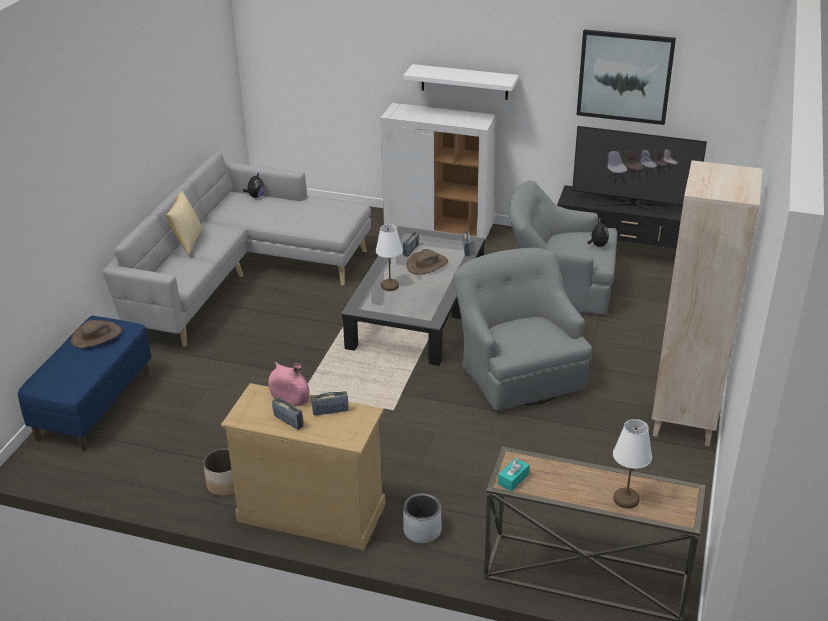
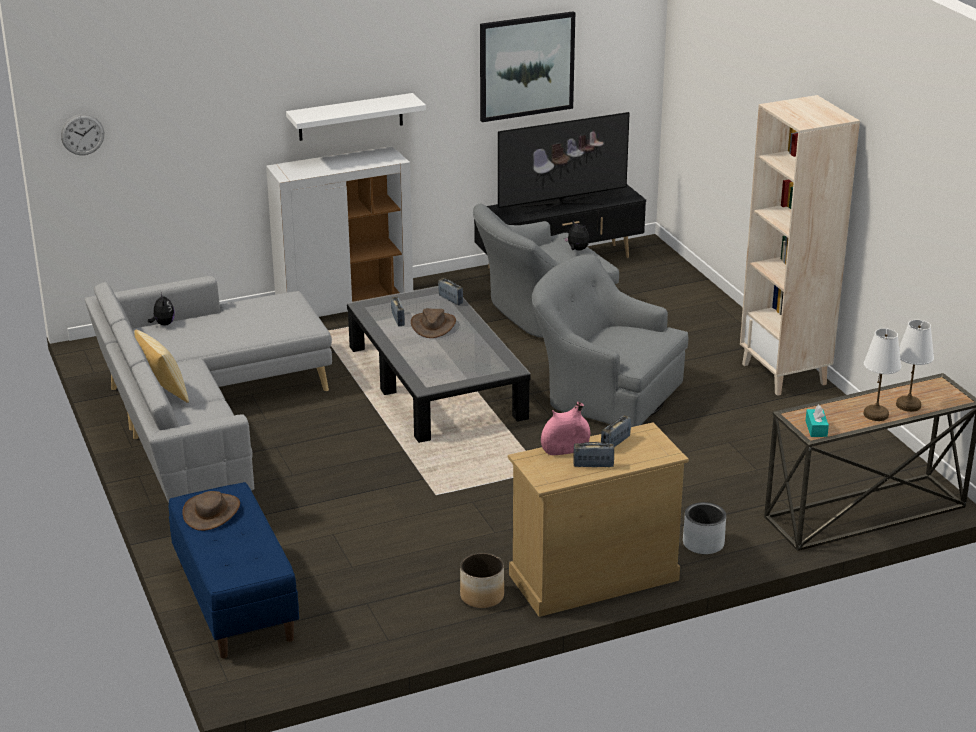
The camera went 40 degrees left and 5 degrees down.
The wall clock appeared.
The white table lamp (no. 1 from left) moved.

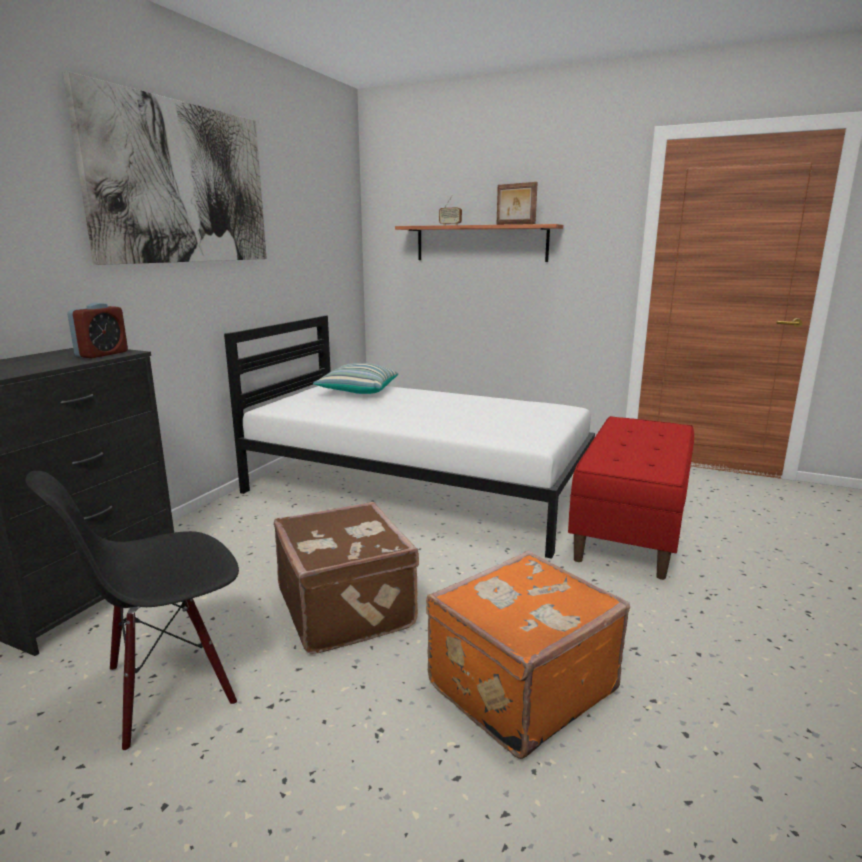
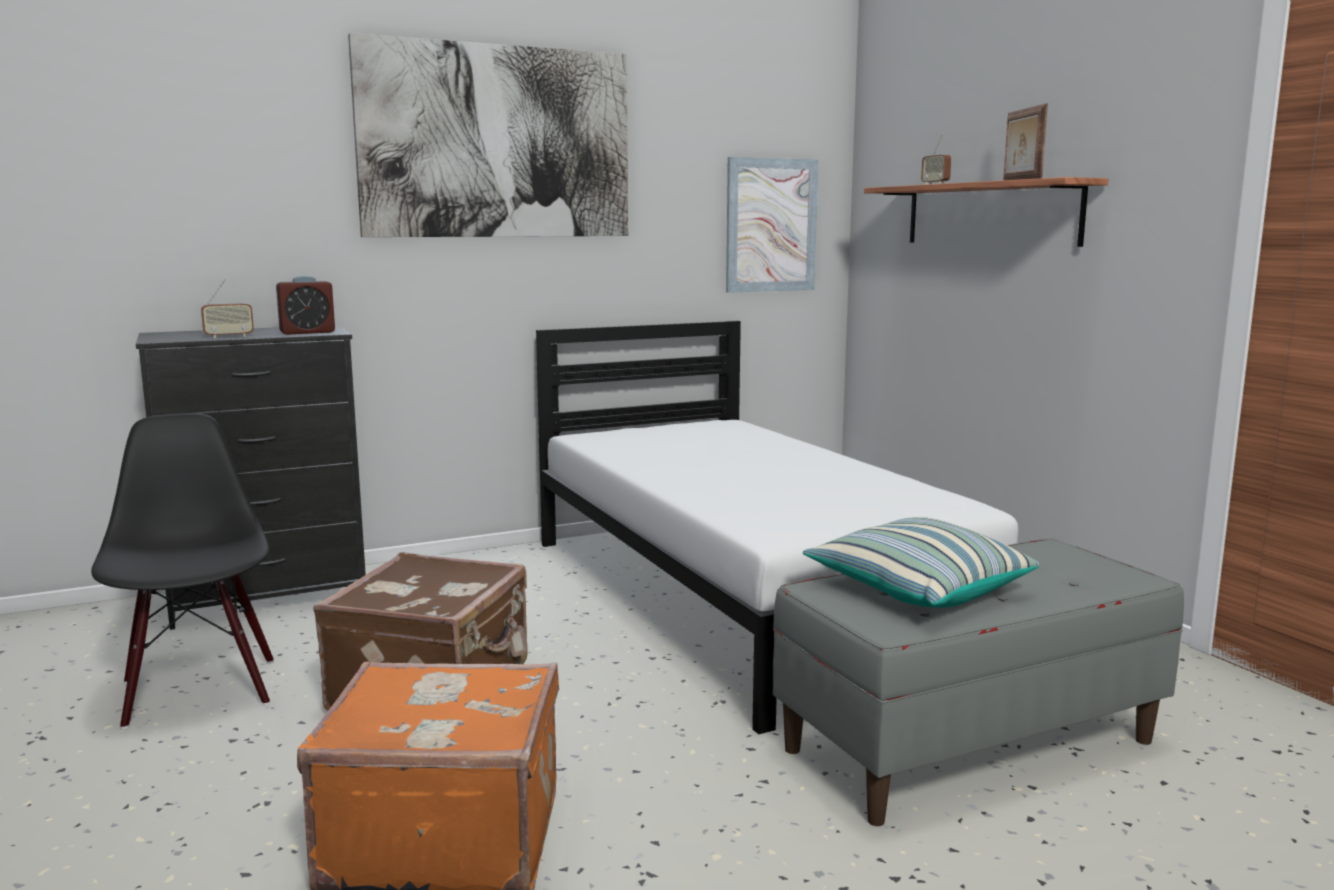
The camera went 40 degrees right and 5 degrees down.
The radio (no. 1 from left) appeared.
The picture (no. 2 from left) appeared.
The pillow moved.
The red bench became the grey bench.
The black chair turned 60 degrees clockwise.

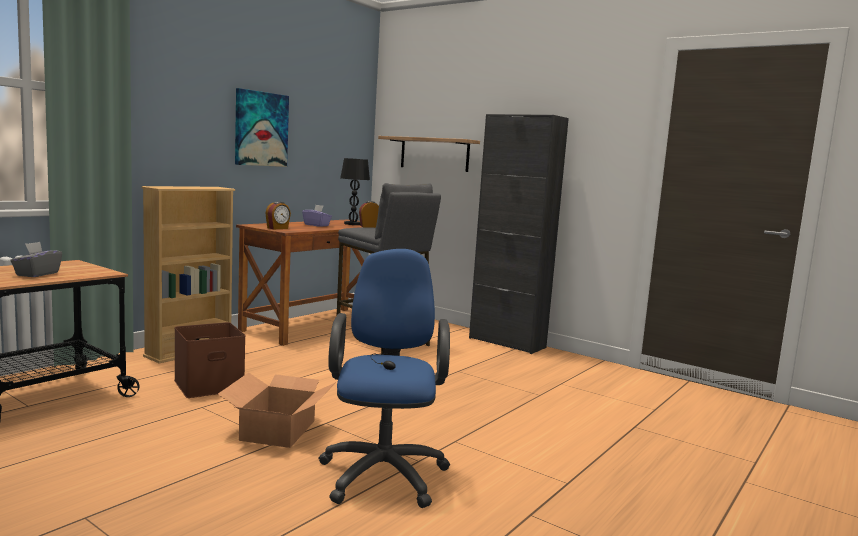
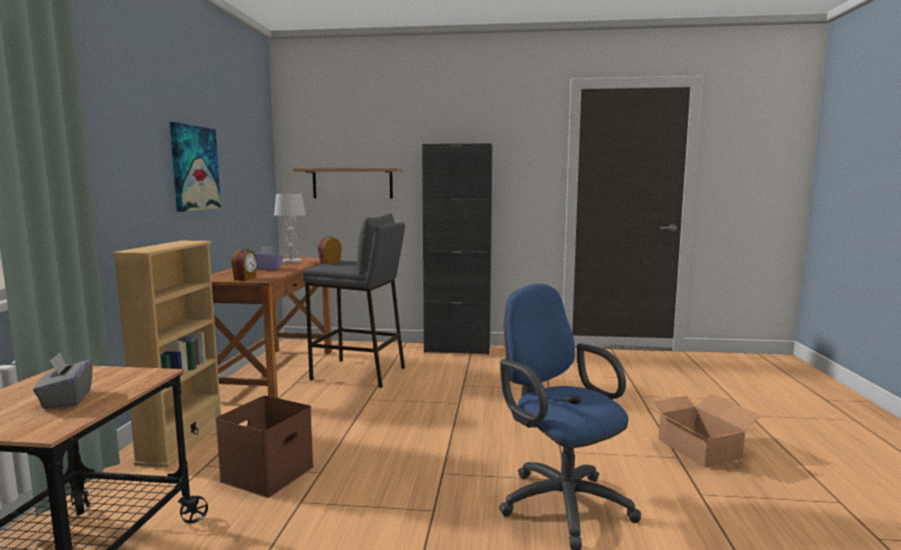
The camera went 30 degrees left and 0 degrees up.
The cardboard box moved.
The black table lamp became the white table lamp.

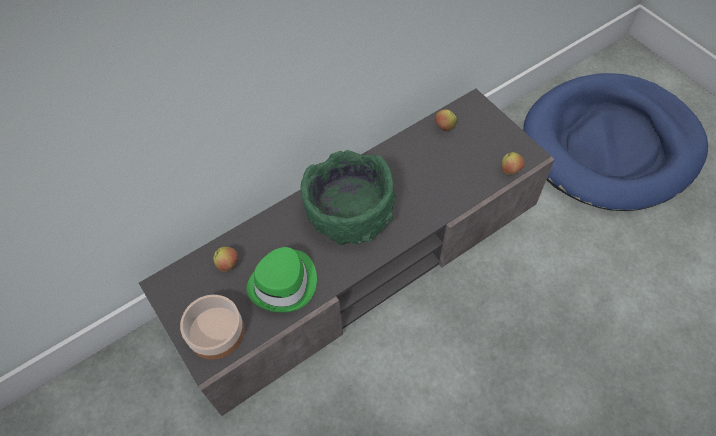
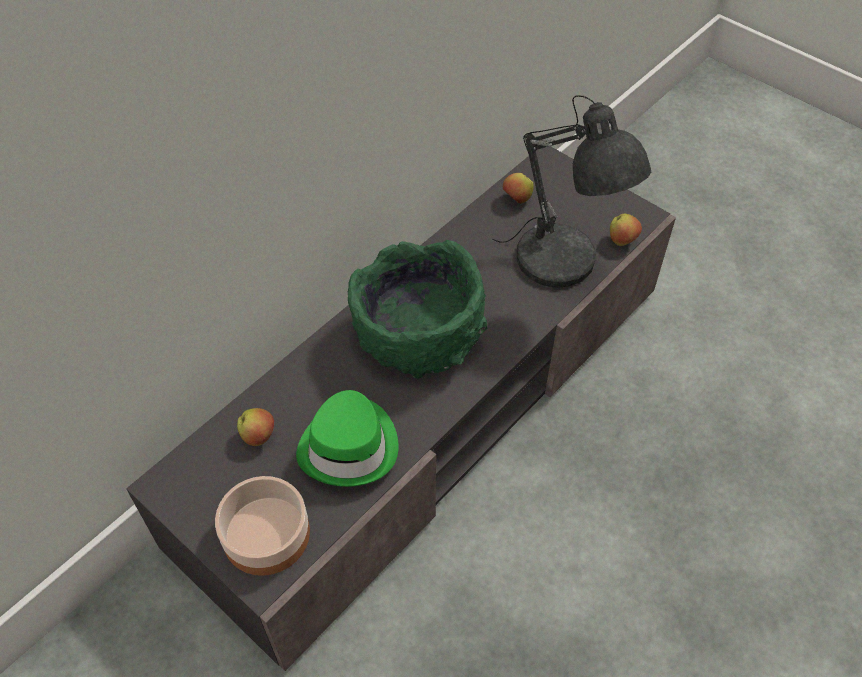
The camera went 15 degrees left and 5 degrees down.
The blue dog bed disappeared.
The grey table lamp appeared.

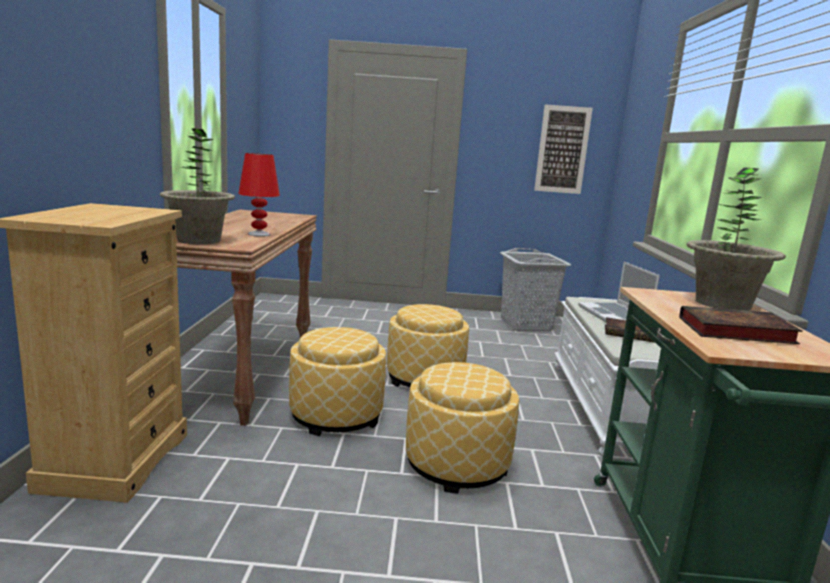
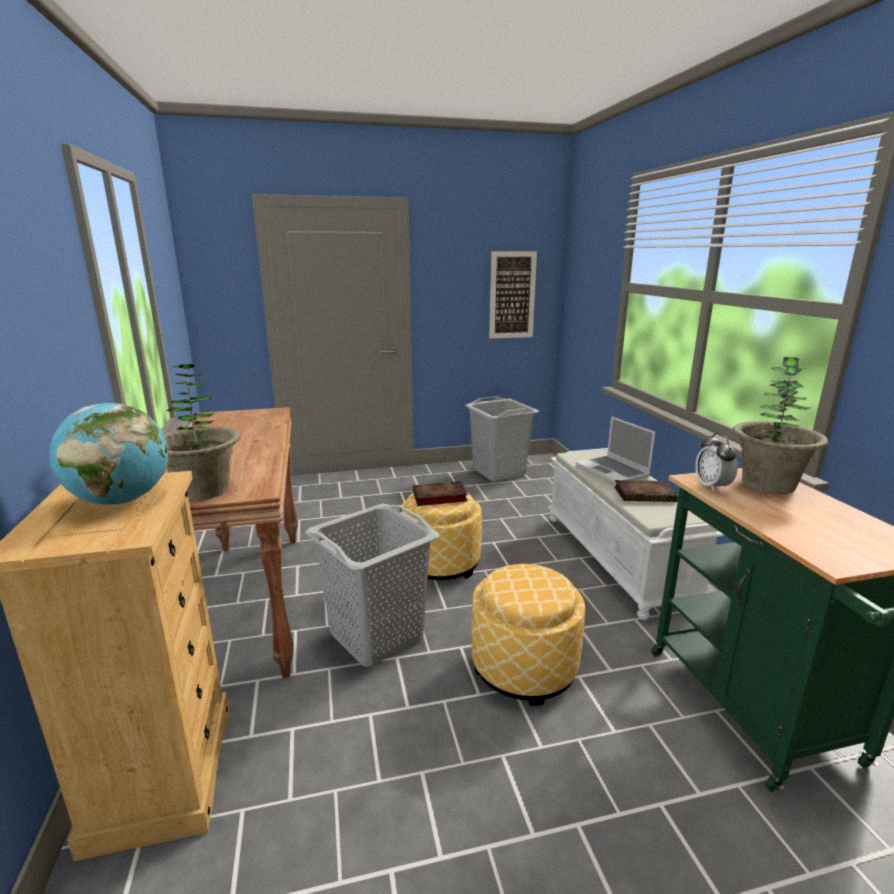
The camera went 15 degrees left and 5 degrees up.
The red table lamp disappeared.
The globe appeared.
The alarm clock appeared.
The book (no. 2 from left in the first image) moved.
The ottoman (no. 1 from left) was replaced by the grey laundry basket (no. 1 from left).

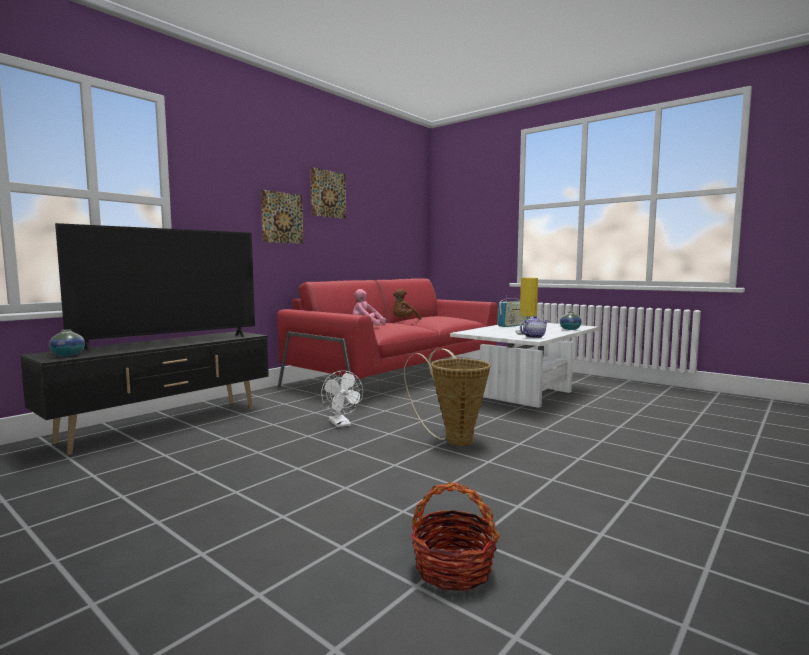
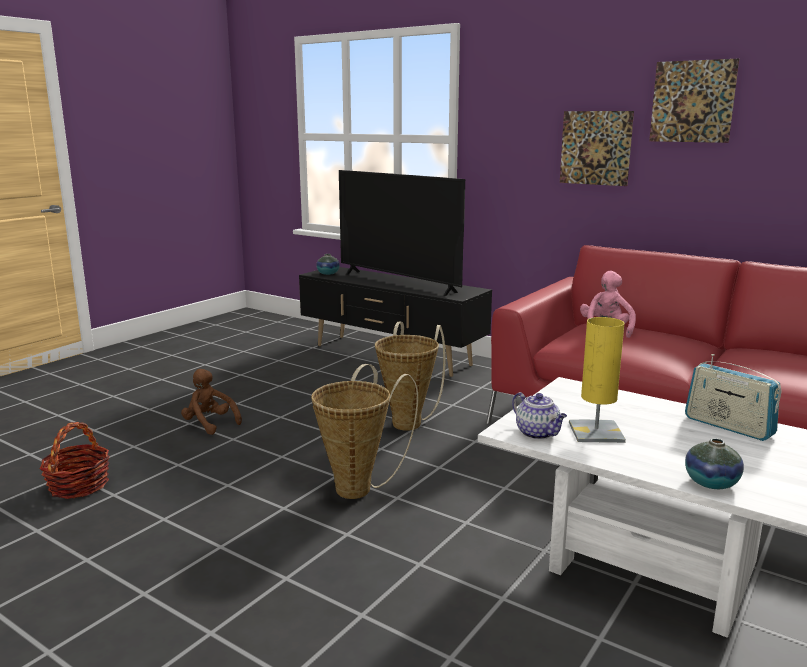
The camera went 85 degrees right and 10 degrees up.
The brown plush toy moved.
The white fan was replaced by the basket (no. 3 from left).

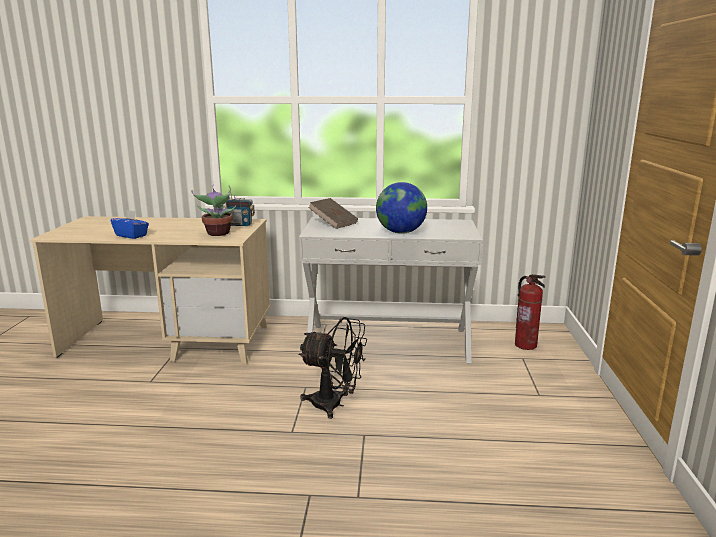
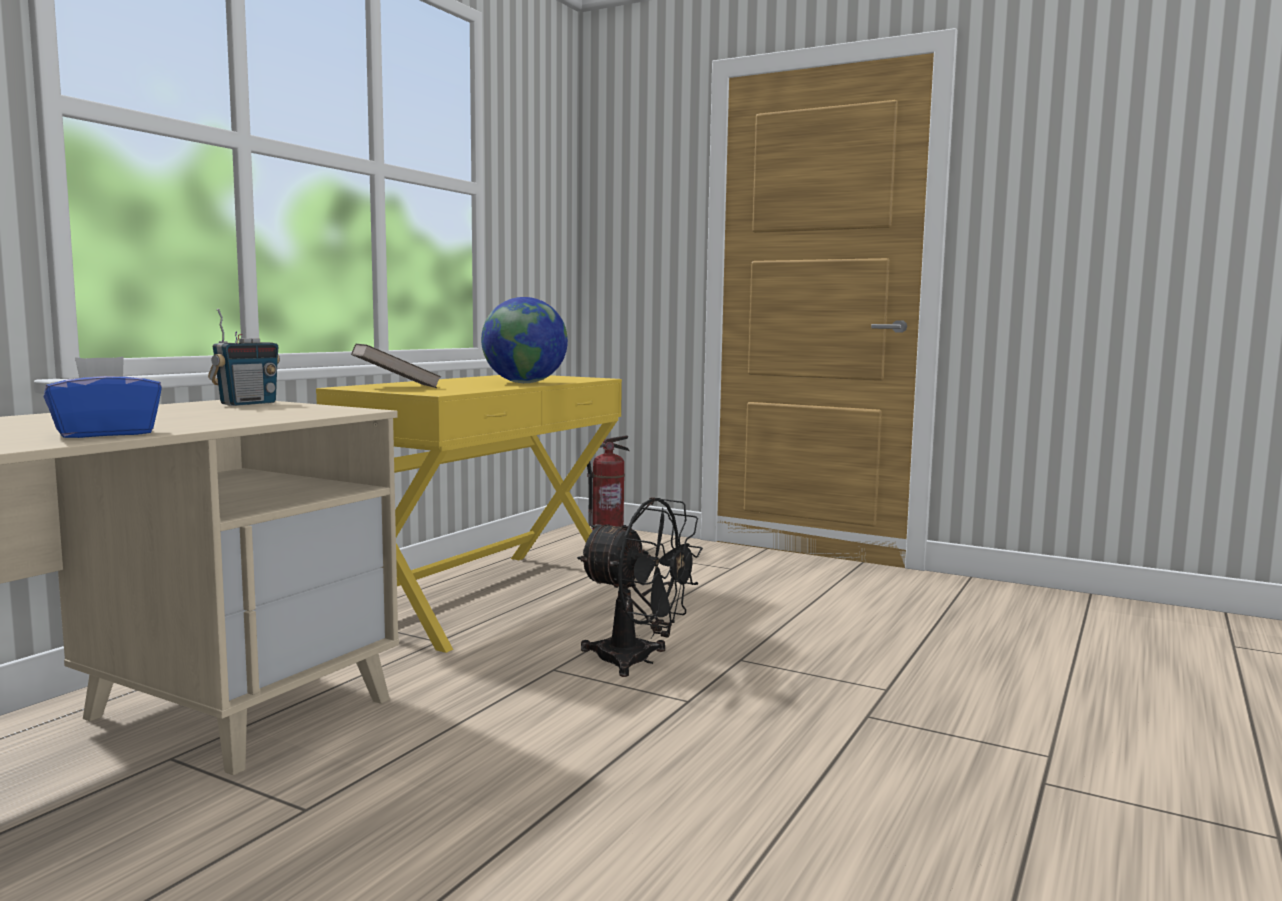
The camera went 65 degrees left and 10 degrees down.
The potted plant disappeared.
The white console table became the yellow console table.
The black fan turned 75 degrees clockwise.

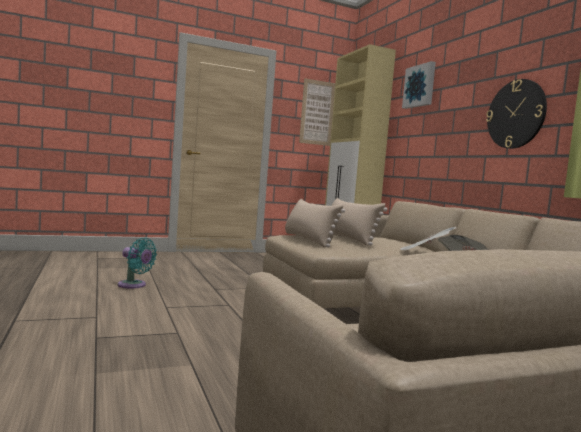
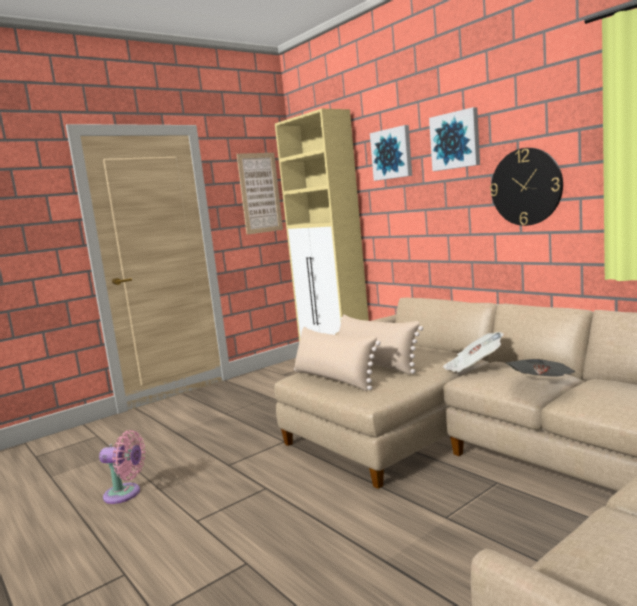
The camera went 15 degrees left and 5 degrees up.
The picture (no. 3 from left) appeared.
The turquoise fan became the pink fan.

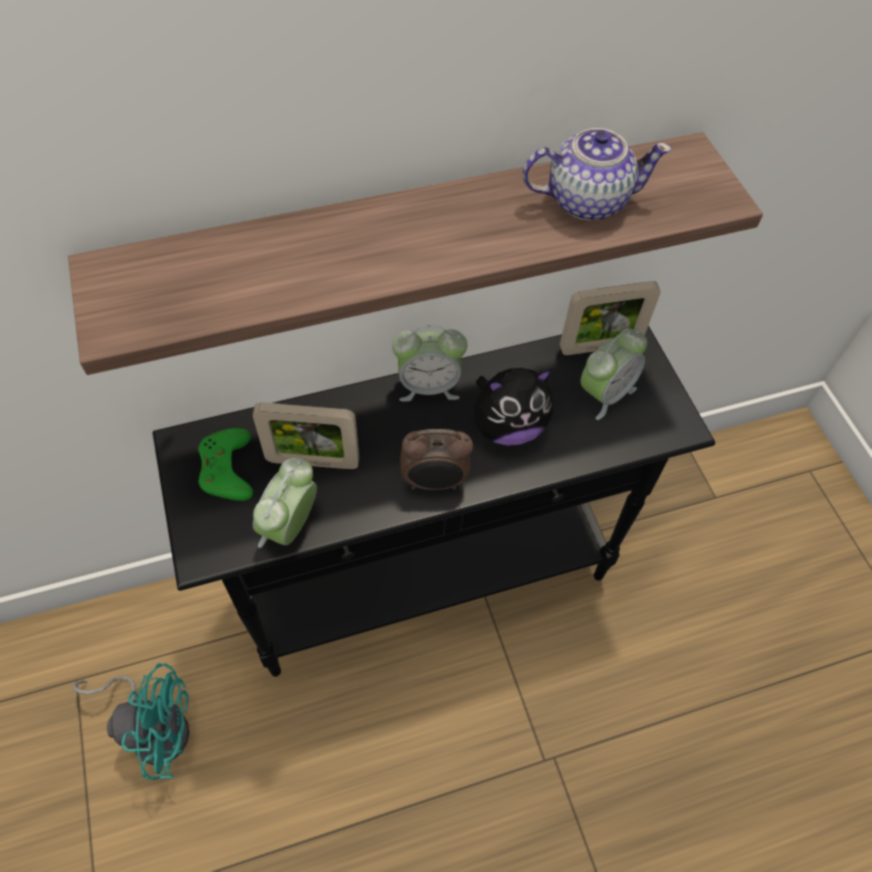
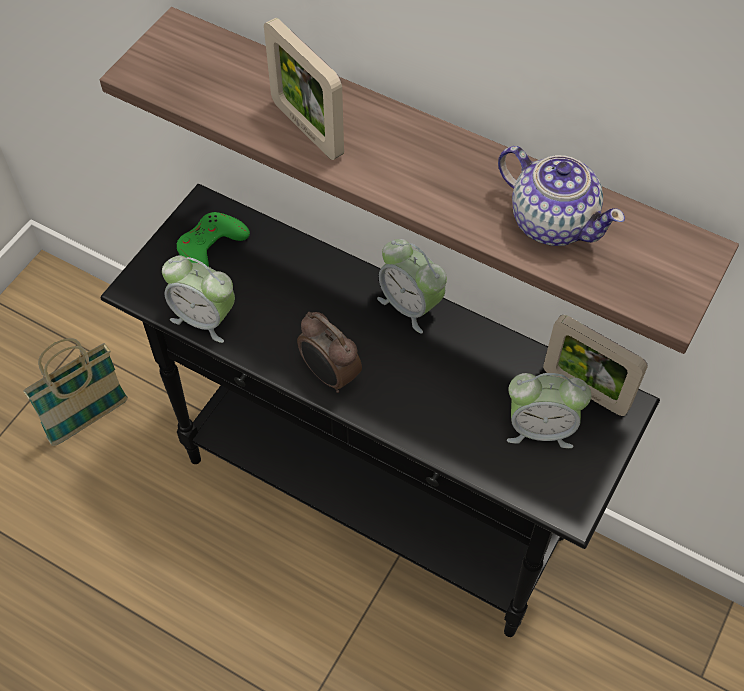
The camera went 50 degrees right and 0 degrees up.
The plush toy disappeared.
The picture frame (no. 1 from left) moved.
The turquoise fan was replaced by the basket.
The alarm clock (no. 1 from left) turned 135 degrees counterclockwise.

